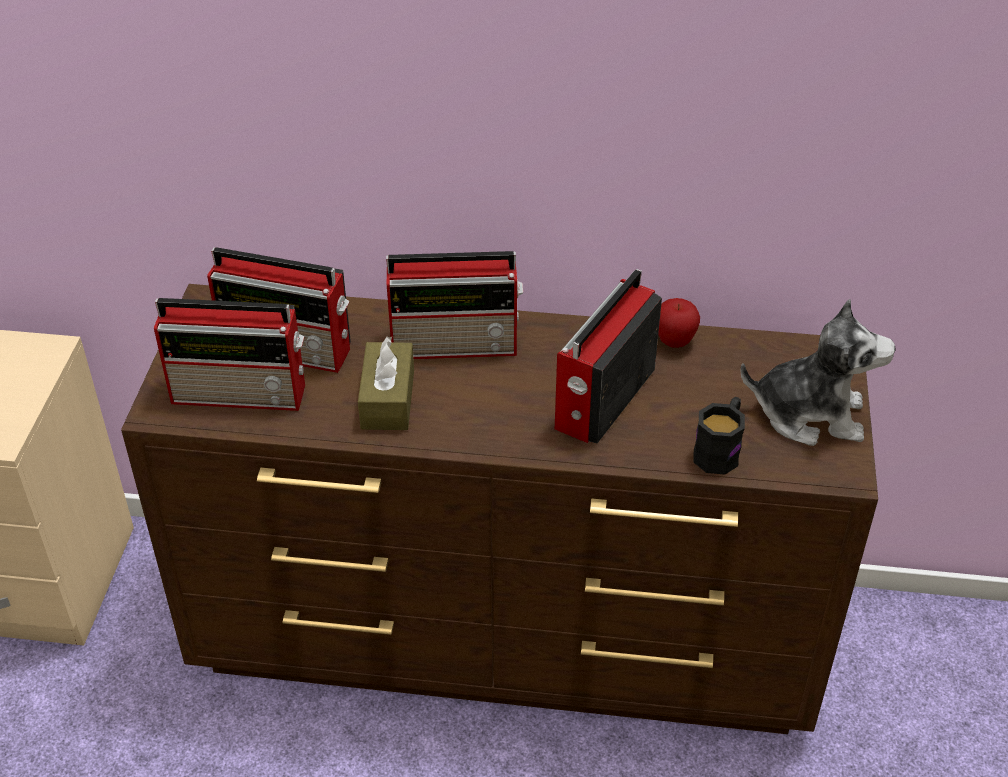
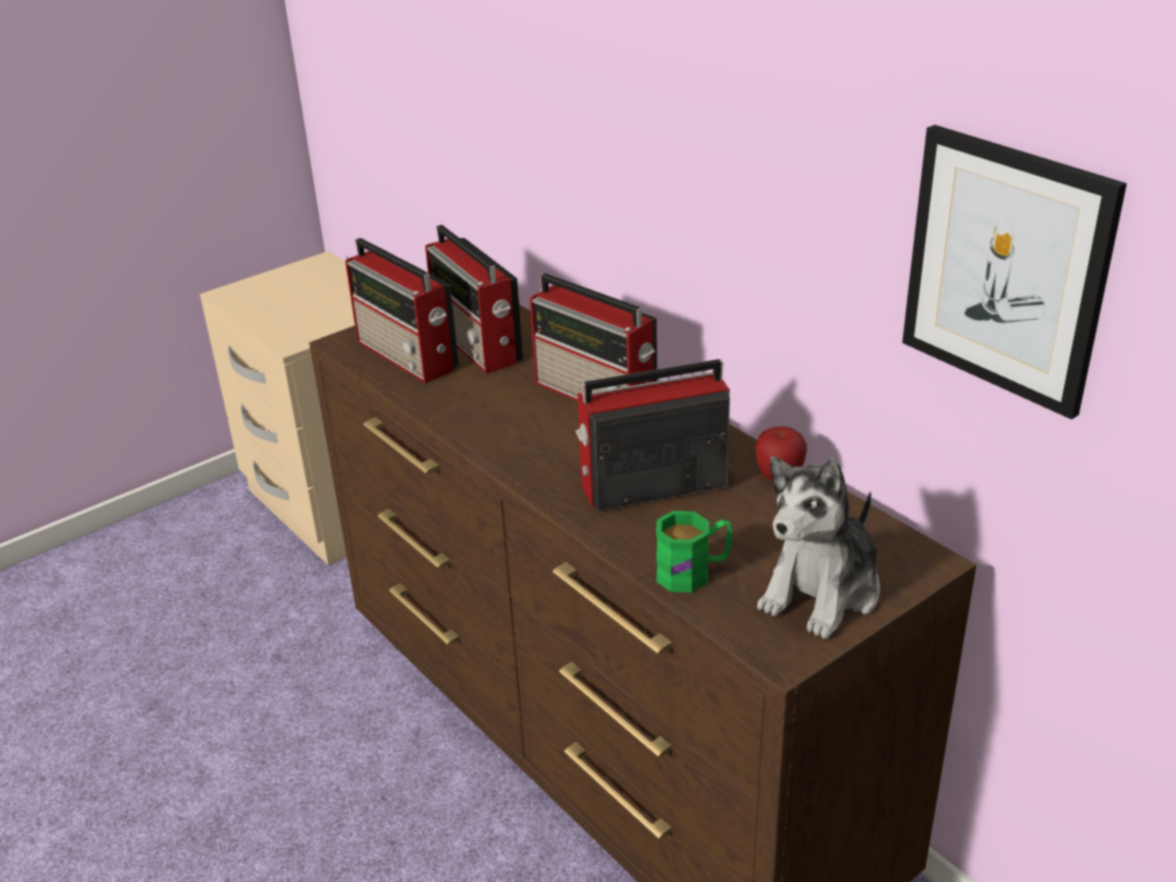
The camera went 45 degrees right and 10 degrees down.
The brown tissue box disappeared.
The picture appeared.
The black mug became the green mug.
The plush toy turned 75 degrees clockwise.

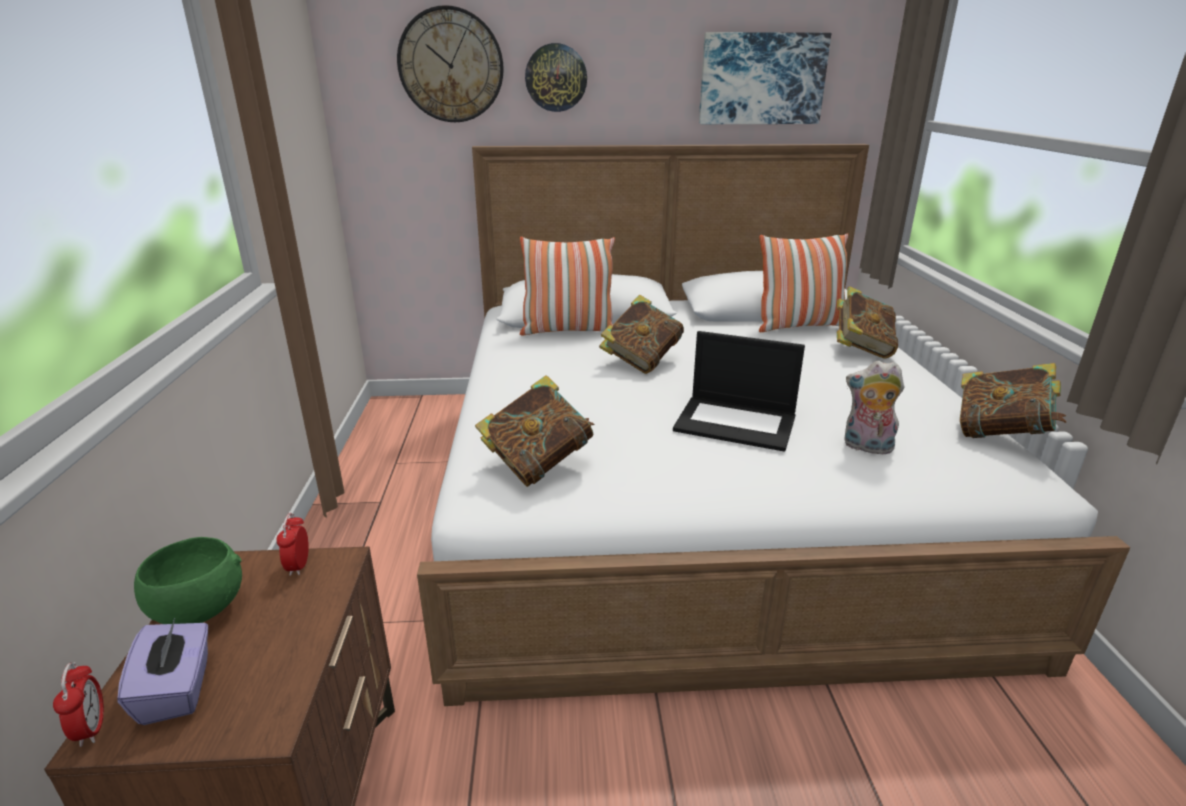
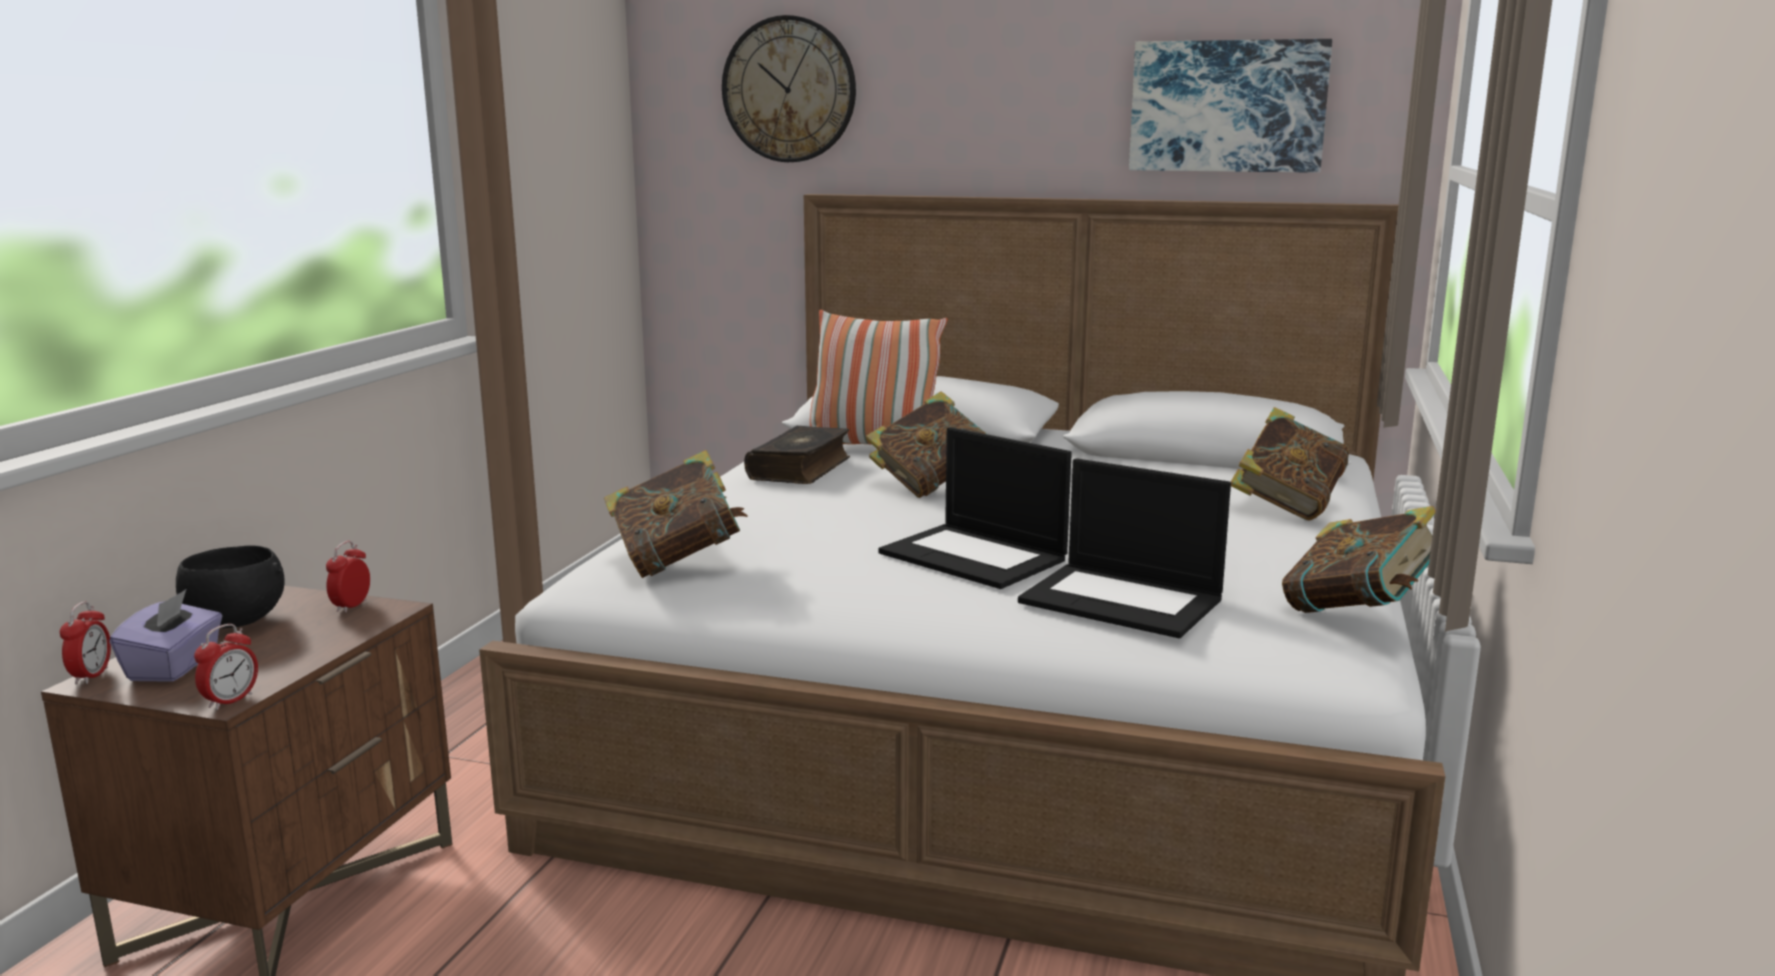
The camera went 20 degrees right and 10 degrees down.
The wall clock (no. 2 from left) disappeared.
The pillow (no. 2 from left) disappeared.
The alarm clock (no. 2 from left) appeared.
The book (no. 2 from left) appeared.
The plush toy was replaced by the laptop (no. 2 from left).
The green bowl became the black bowl.

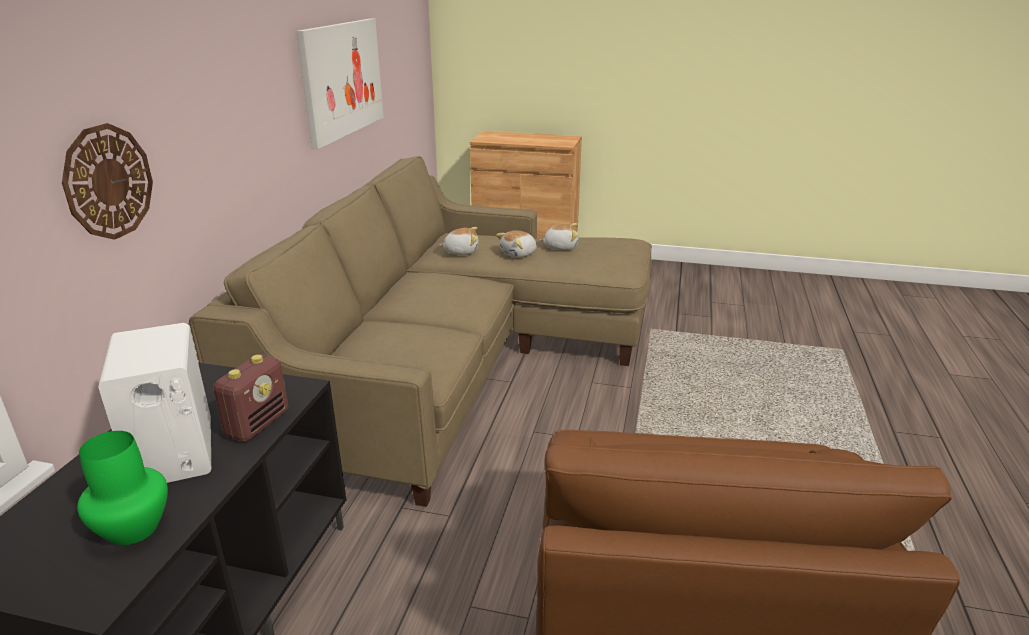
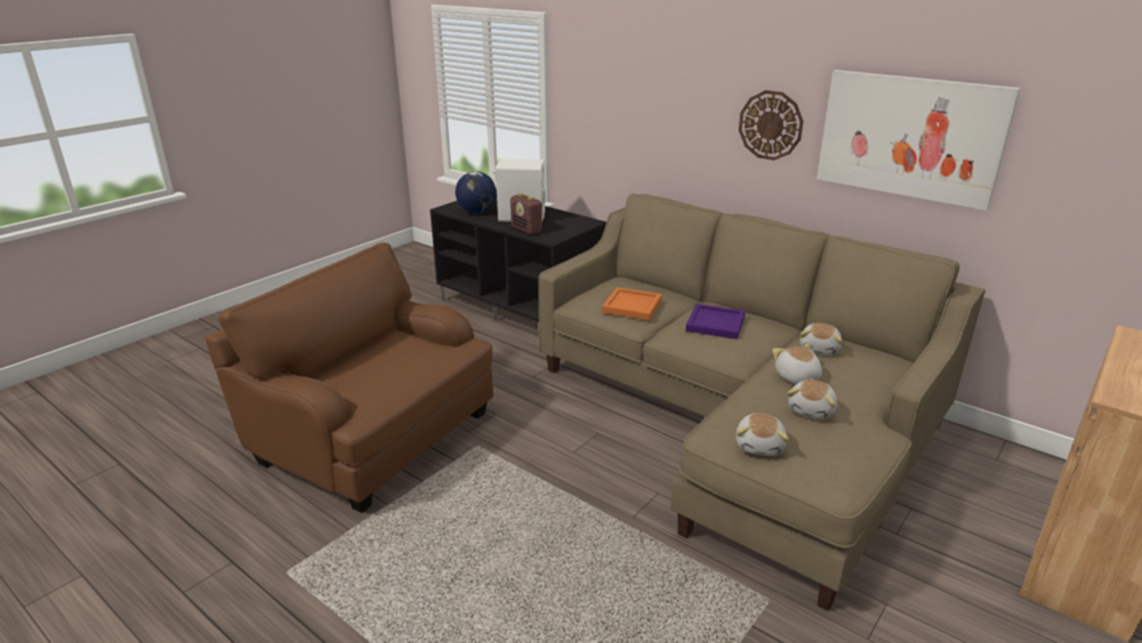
The camera went 115 degrees right and 0 degrees up.
The orange tray appeared.
The purple tray appeared.
The plush toy (no. 1 from left) appeared.
The wall clock moved.
The green vase was replaced by the globe.

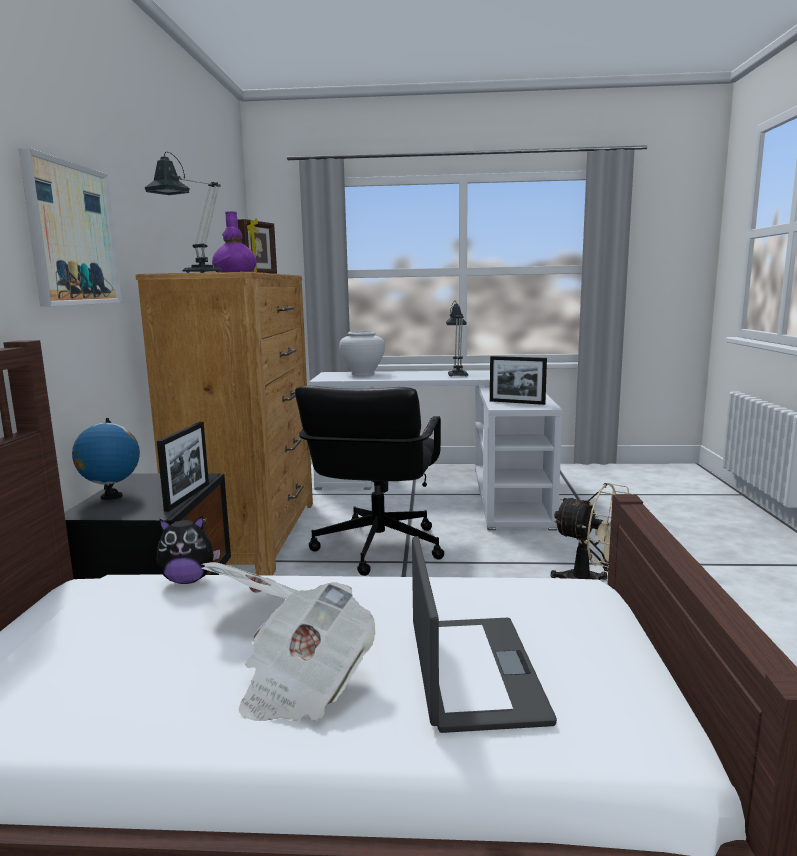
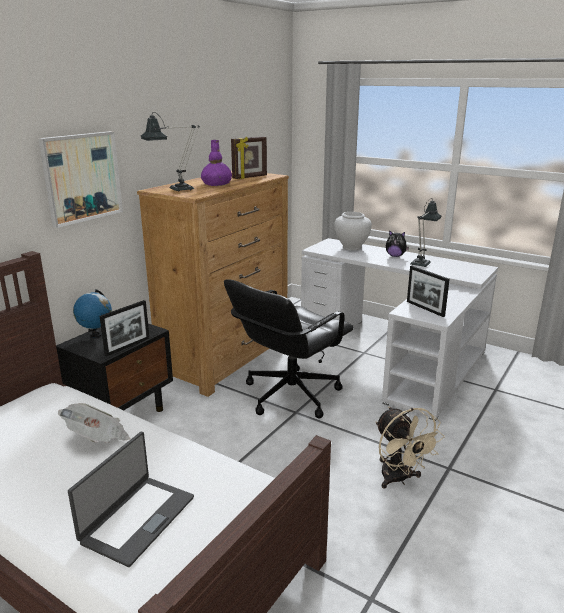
The camera went 30 degrees right and 10 degrees up.
The newspaper (no. 2 from left) disappeared.
The plush toy moved.

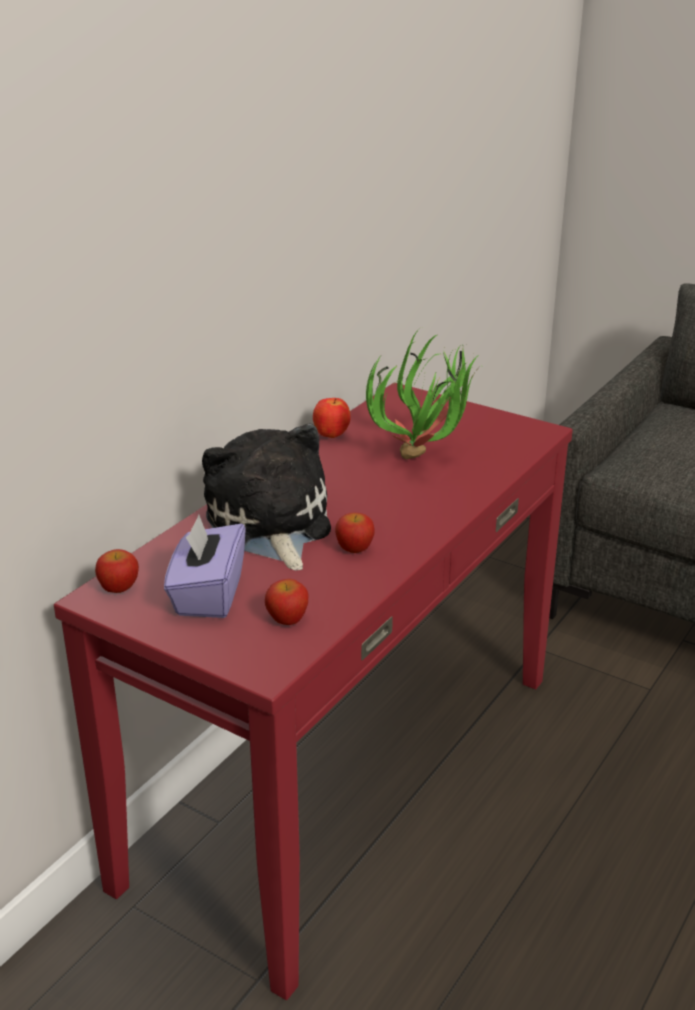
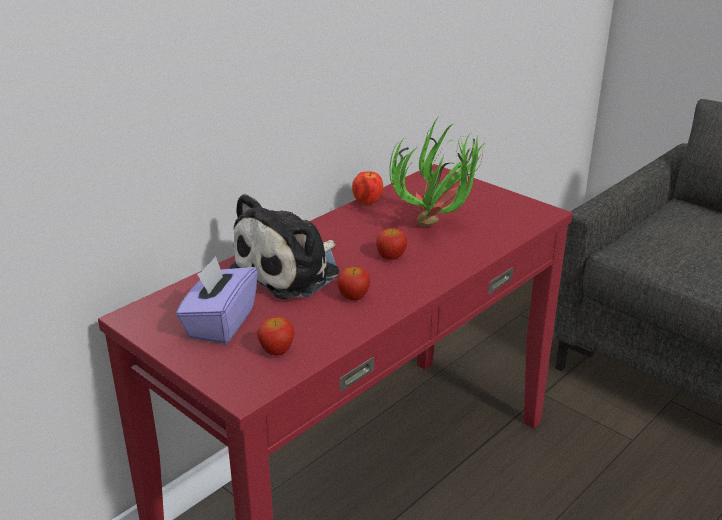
The camera went 10 degrees right and 0 degrees up.
The apple (no. 1 from left in the first image) moved.
The plush toy turned 135 degrees counterclockwise.

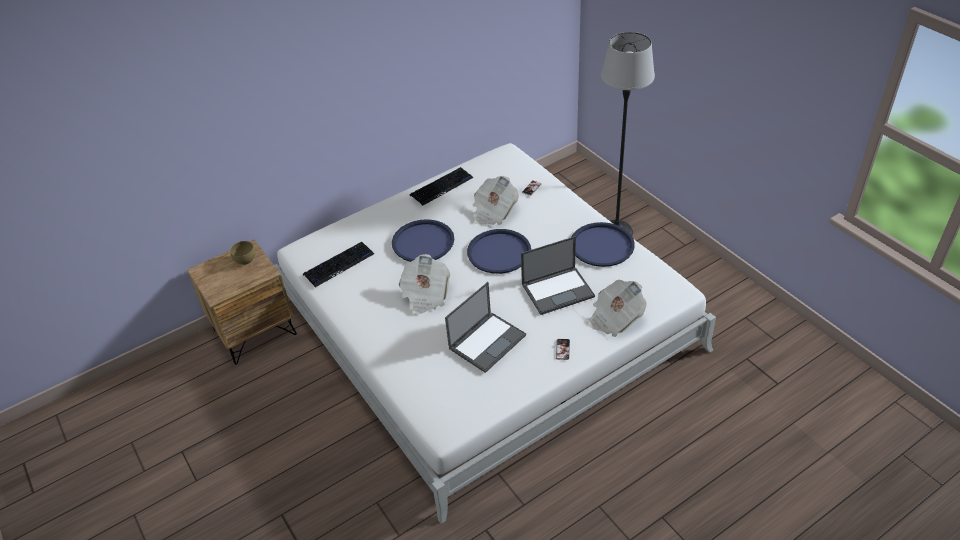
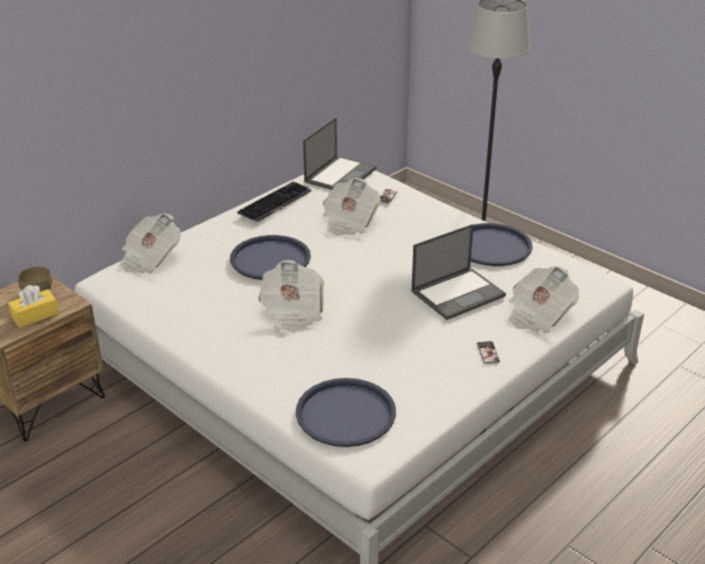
The camera went 15 degrees left and 10 degrees down.
The keyboard (no. 1 from left) disappeared.
The yellow tissue box appeared.
The newspaper (no. 1 from left) appeared.
The laptop (no. 1 from left) moved.
The blue tray (no. 2 from left) moved.

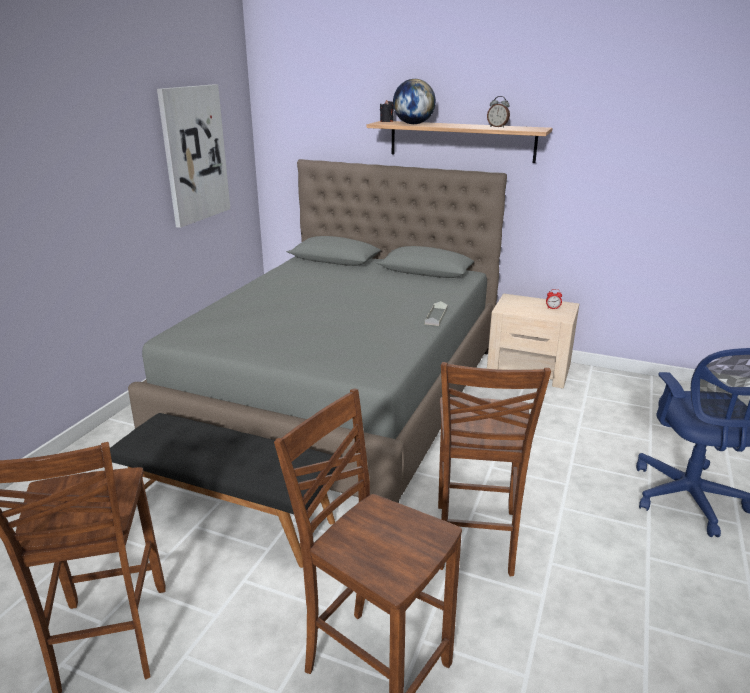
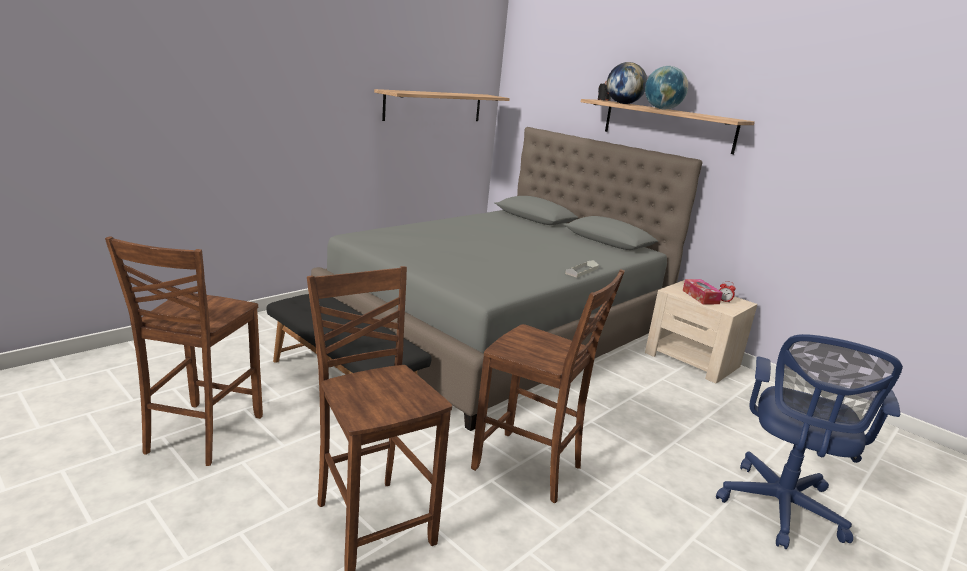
The camera went 20 degrees right and 5 degrees down.
The alarm clock (no. 1 from left) disappeared.
The globe (no. 2 from left) appeared.
The tissue box appeared.
The picture was replaced by the shelf (no. 1 from left).
The brown chair (no. 3 from left) turned 90 degrees counterclockwise.

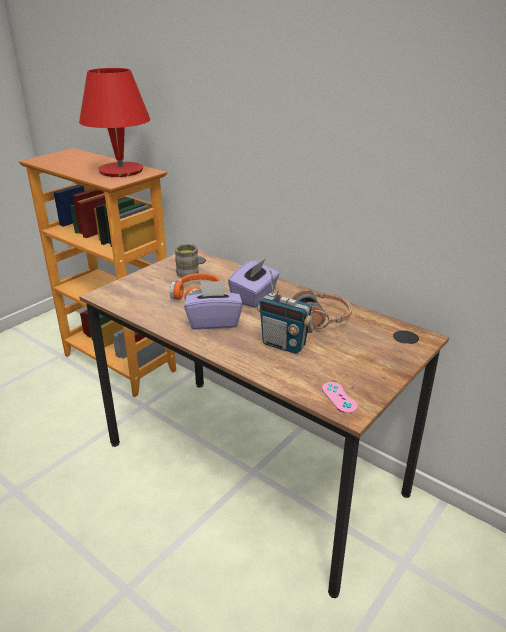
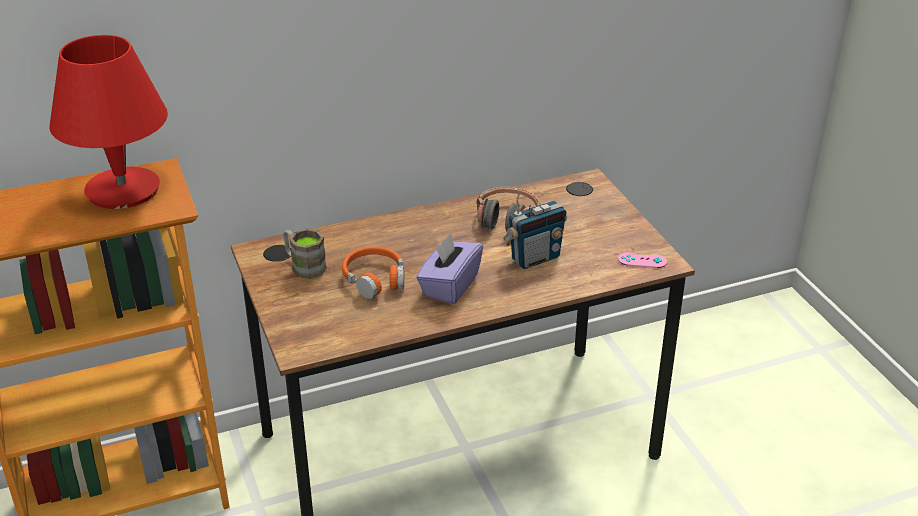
The camera went 60 degrees left and 5 degrees up.
The purple tissue box (no. 2 from left) disappeared.

